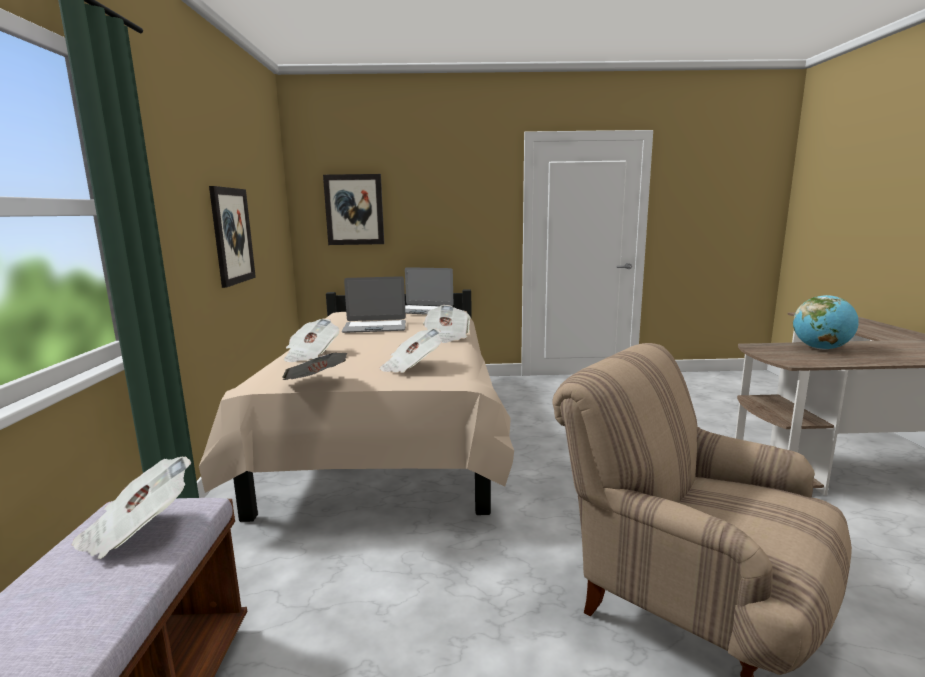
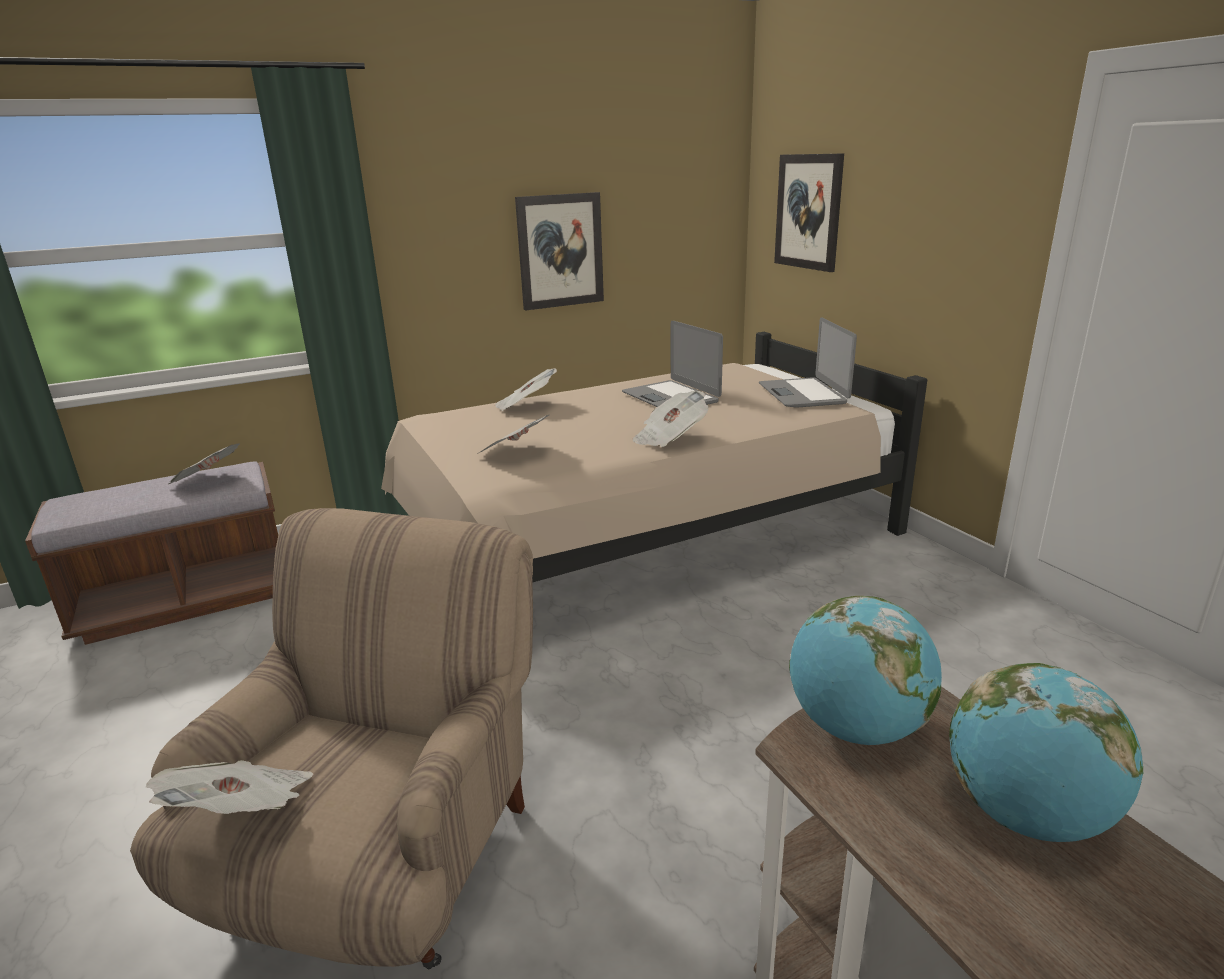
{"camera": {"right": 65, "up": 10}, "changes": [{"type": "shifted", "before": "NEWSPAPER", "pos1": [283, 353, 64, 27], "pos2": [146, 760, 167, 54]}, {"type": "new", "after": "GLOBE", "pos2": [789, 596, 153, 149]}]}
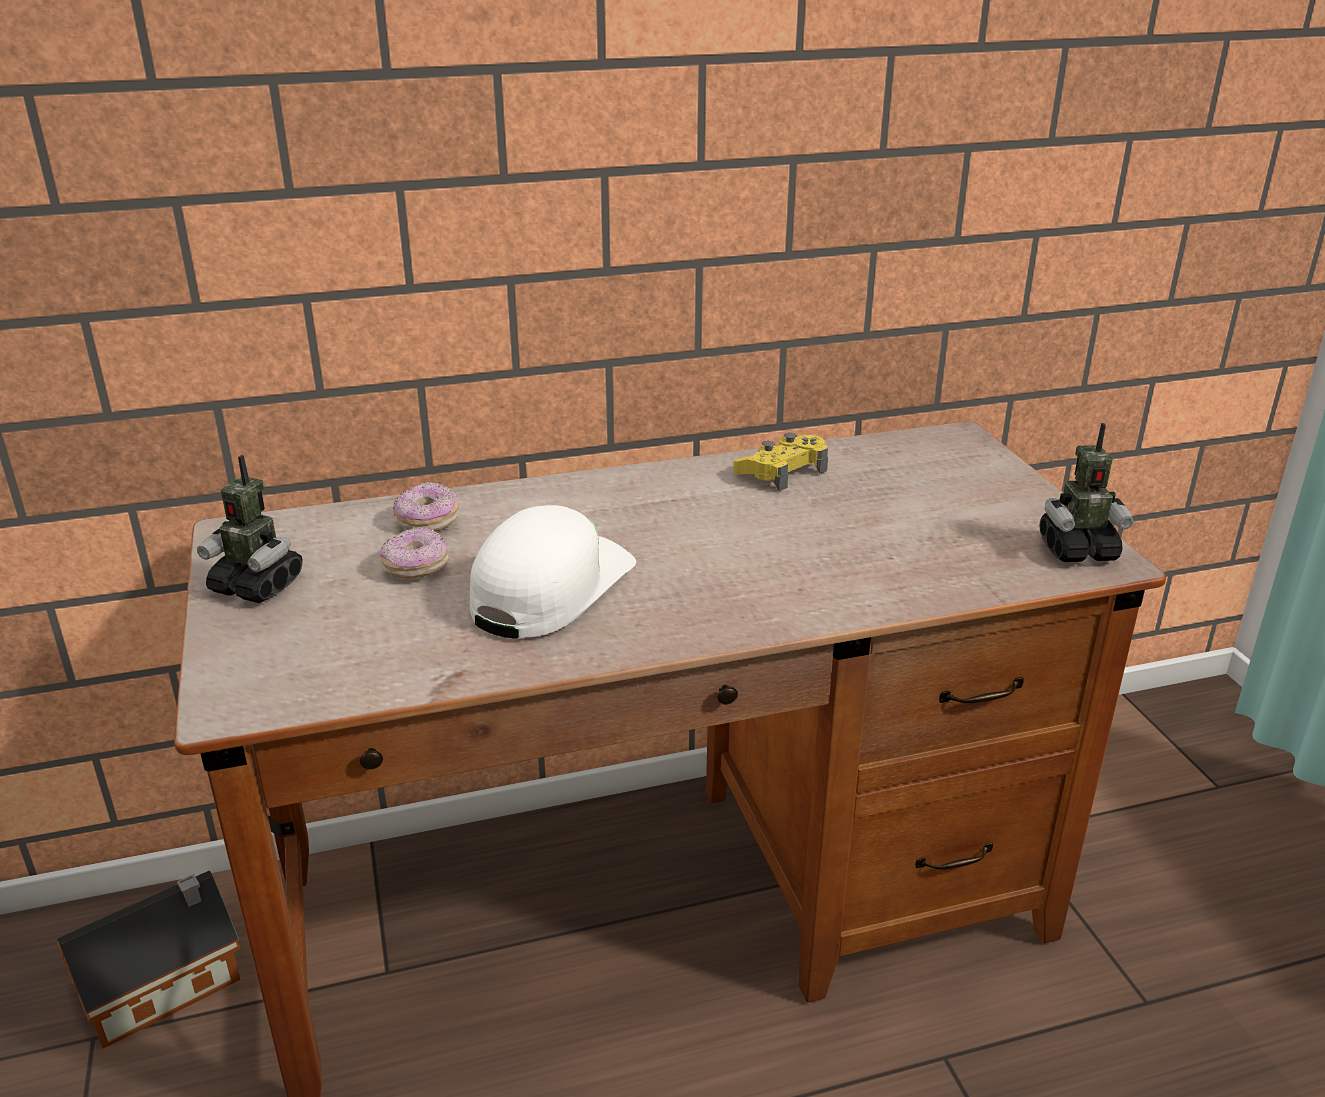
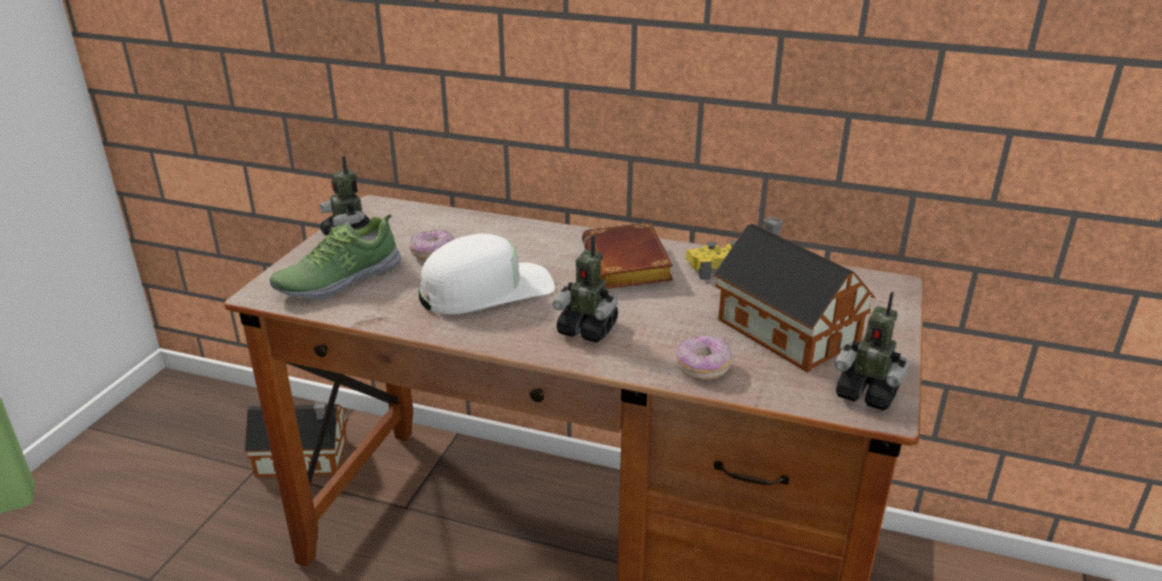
{"camera": {"right": 35, "up": 0}, "changes": [{"type": "shifted", "before": "DONUT", "pos1": [393, 482, 66, 50], "pos2": [676, 335, 56, 45]}, {"type": "new", "after": "SHOE", "pos2": [270, 214, 131, 86]}, {"type": "new", "after": "MODEL ROBOT", "pos2": [553, 235, 65, 107]}, {"type": "new", "after": "BROWNISH BOUND BOOK", "pos2": [582, 222, 91, 67]}, {"type": "new", "after": "MINIATURE HOUSE", "pos2": [714, 216, 161, 157]}]}
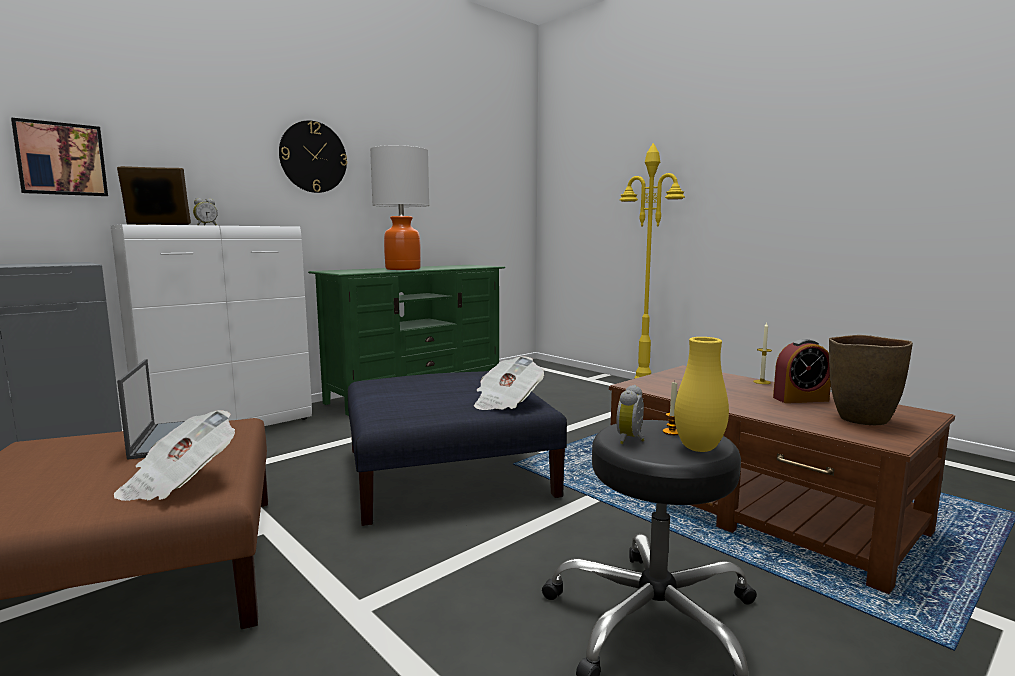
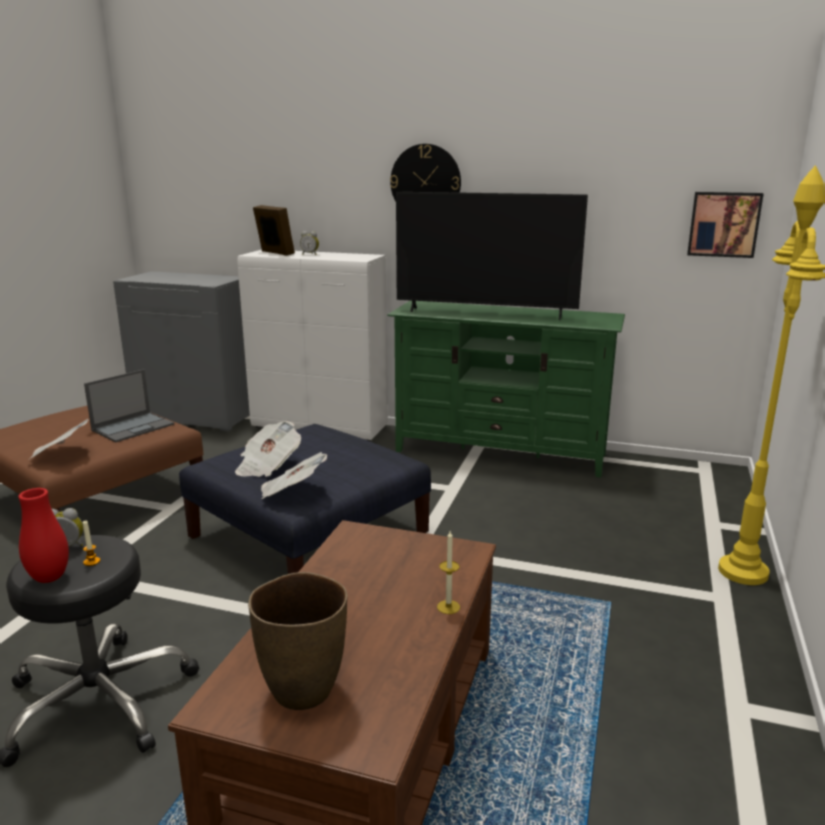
{"camera": {"right": 60, "up": 10}, "changes": [{"type": "shifted", "before": "WALL PICTURE", "pos1": [11, 117, 97, 79], "pos2": [687, 192, 77, 66]}, {"type": "swapped", "before": "LAMP FOR A TABLE", "after": "TELEVISION", "pos1": [370, 145, 59, 125], "pos2": [396, 192, 192, 128]}, {"type": "repainted", "before": "YELLOW DECORATIVE VASE", "after": "REDDISH DECORATIVE VASE", "pos1": [674, 337, 55, 115], "pos2": [18, 488, 51, 95]}, {"type": "gone", "before": "TABLE CLOCK", "pos1": [773, 339, 58, 64]}, {"type": "new", "after": "NEWSPAPER", "pos2": [235, 421, 66, 56]}]}
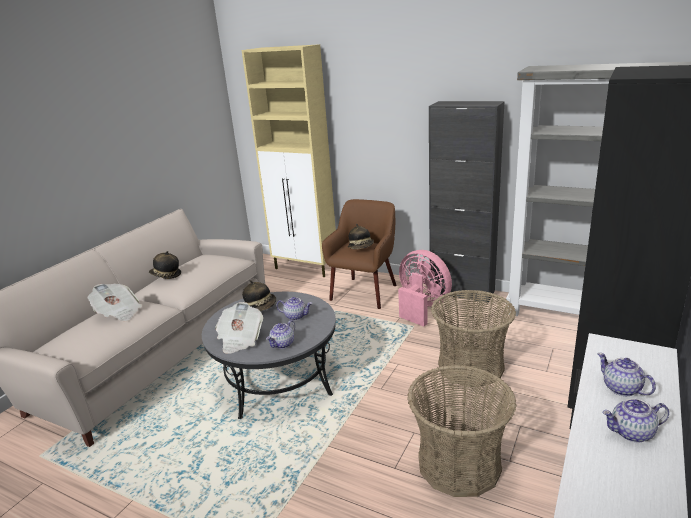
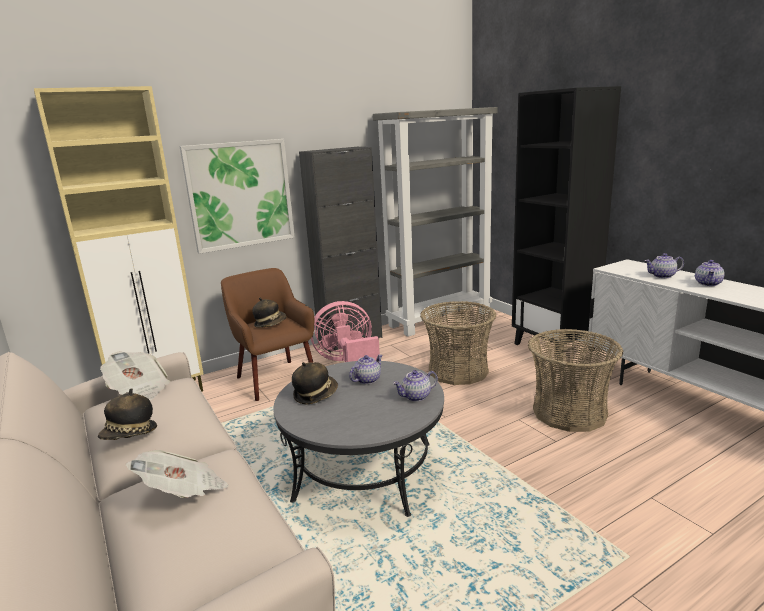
{"camera": {"right": -60, "up": -5}, "changes": [{"type": "shifted", "before": "NEWSPAPER", "pos1": [215, 302, 48, 52], "pos2": [100, 351, 70, 49]}, {"type": "rotated", "before": "TEA POT", "pos1": [266, 320, 29, 29], "pos2": [393, 370, 45, 32], "turn": 90}, {"type": "new", "after": "WALL PICTURE", "pos2": [180, 139, 115, 115]}]}
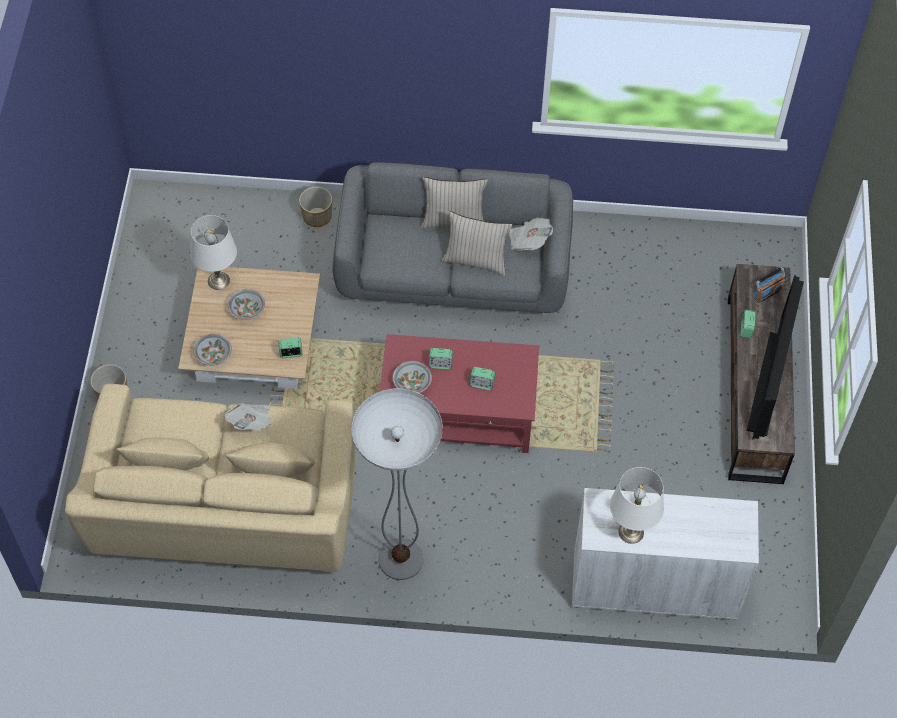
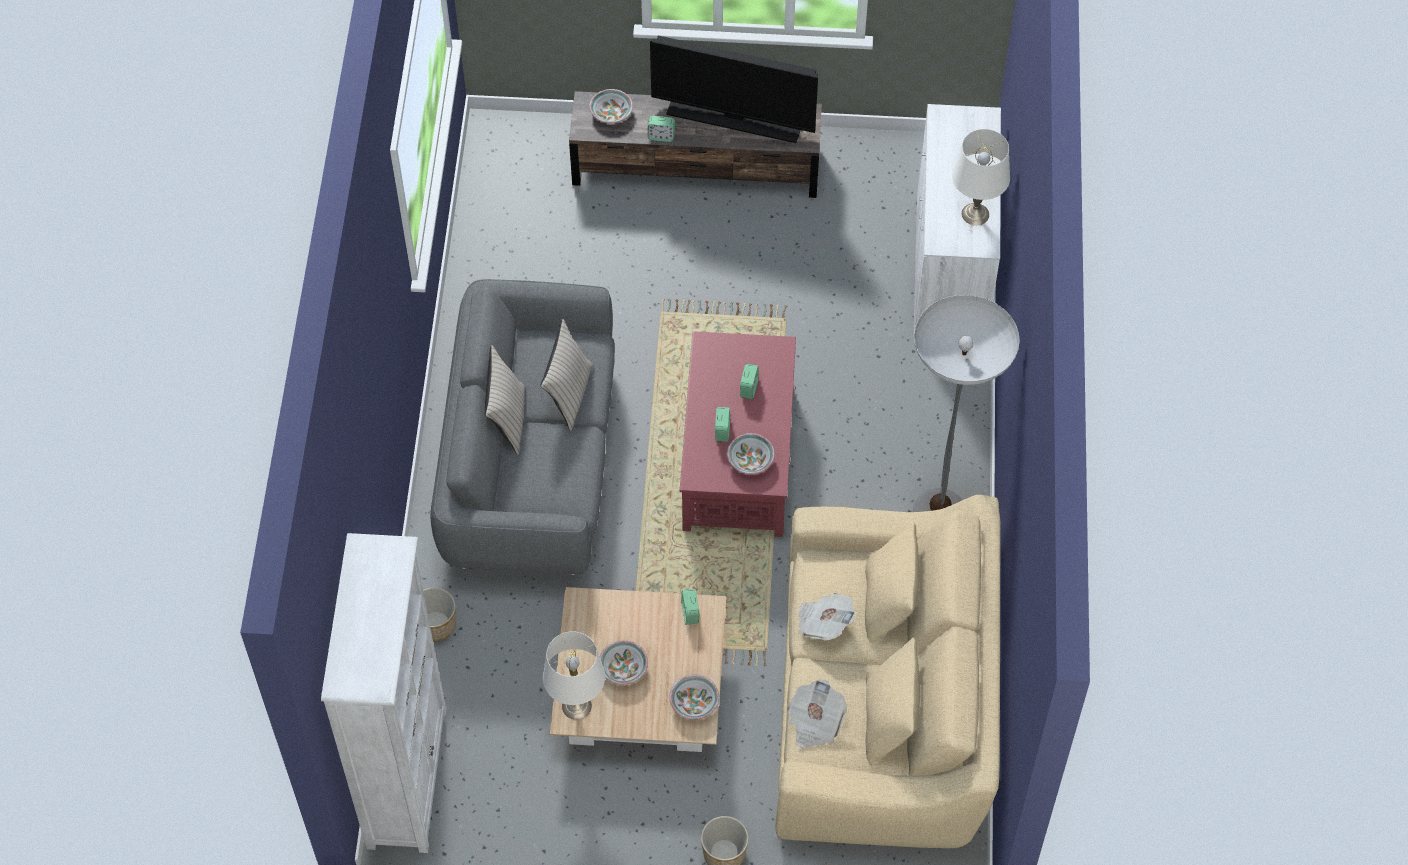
{"camera": {"right": -90, "up": 0}, "changes": [{"type": "shifted", "before": "NEWSPAPER", "pos1": [509, 218, 44, 33], "pos2": [788, 680, 59, 68]}, {"type": "swapped", "before": "RADIO SET", "after": "SERVING BOWL", "pos1": [754, 267, 31, 36], "pos2": [589, 89, 44, 34]}, {"type": "new", "after": "WHITE BOOKCASE", "pos2": [321, 533, 126, 320]}]}
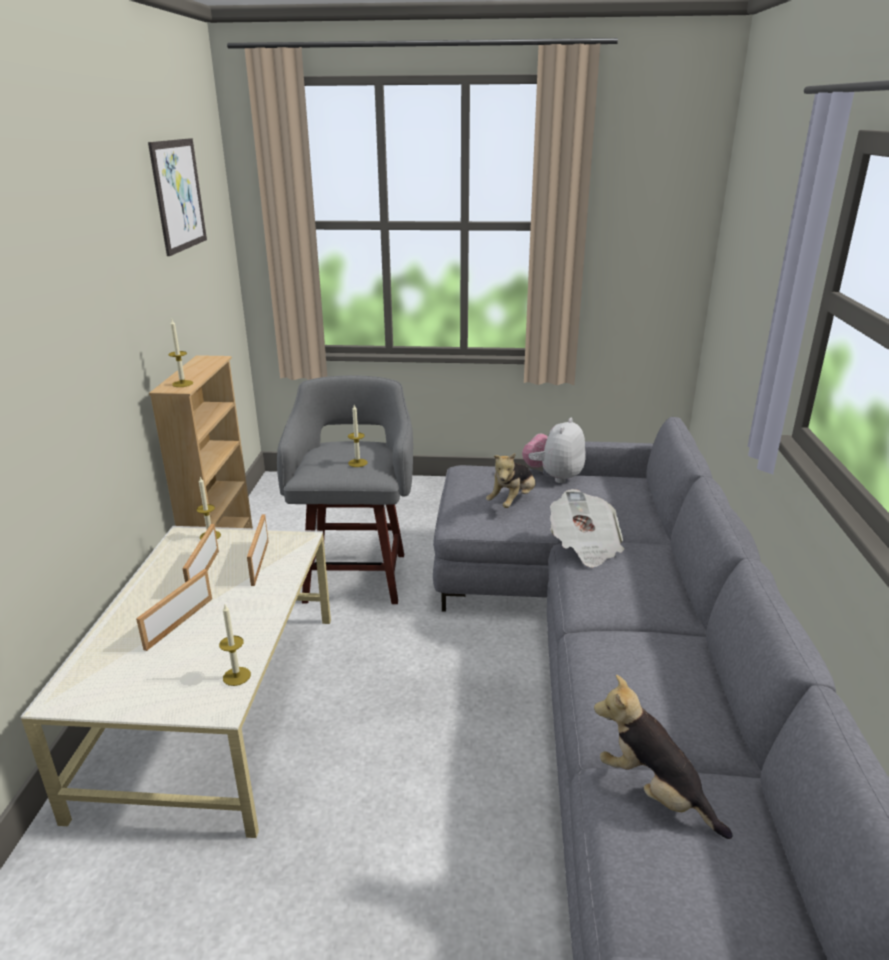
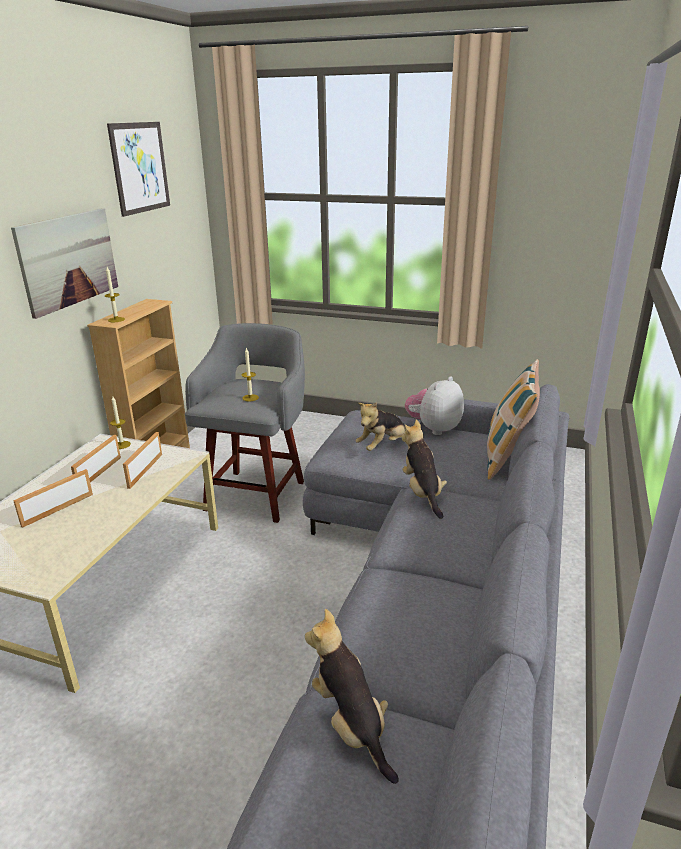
{"camera": {"right": 15, "up": 0}, "changes": [{"type": "gone", "before": "CANDLE", "pos1": [219, 605, 32, 81]}, {"type": "swapped", "before": "NEWSPAPER", "after": "CUDDLY TOY", "pos1": [550, 489, 74, 79], "pos2": [401, 420, 46, 99]}, {"type": "new", "after": "WALL PICTURE", "pos2": [11, 208, 107, 111]}, {"type": "new", "after": "CUSHION", "pos2": [487, 359, 53, 121]}]}
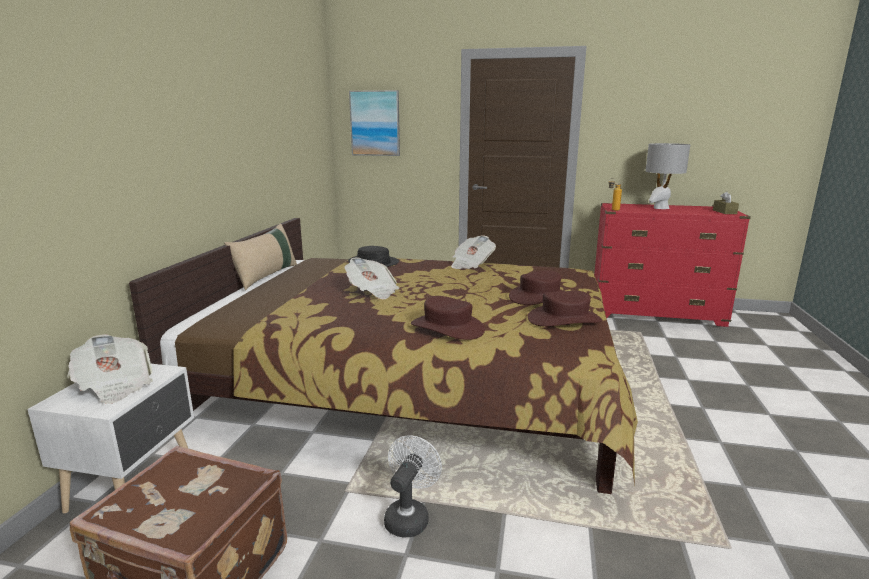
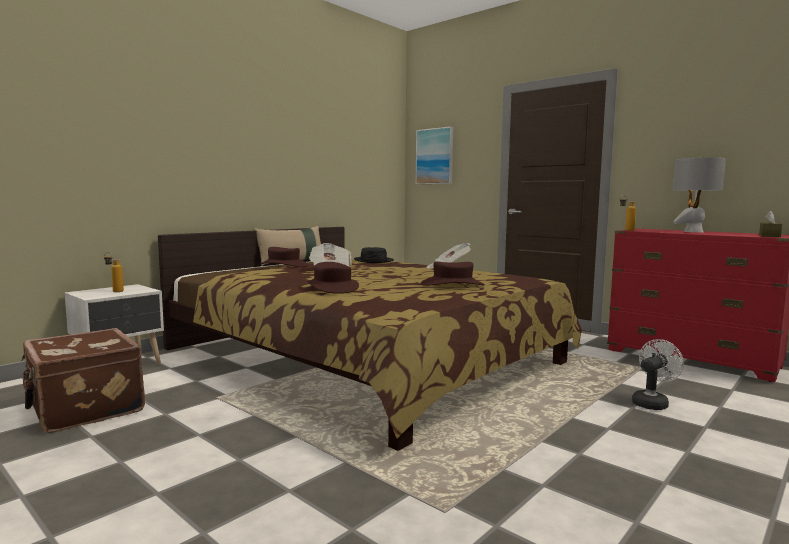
{"camera": {"right": 30, "up": -10}, "changes": [{"type": "swapped", "before": "NEWSPAPER", "after": "BEVERAGE BOTTLE", "pos1": [68, 334, 85, 70], "pos2": [104, 252, 20, 40]}, {"type": "shifted", "before": "WHITE ELECTRIC FAN", "pos1": [384, 435, 58, 102], "pos2": [632, 339, 52, 71]}, {"type": "shifted", "before": "BROWNISH CLOTHING HAT", "pos1": [528, 291, 74, 36], "pos2": [259, 247, 50, 20]}]}
